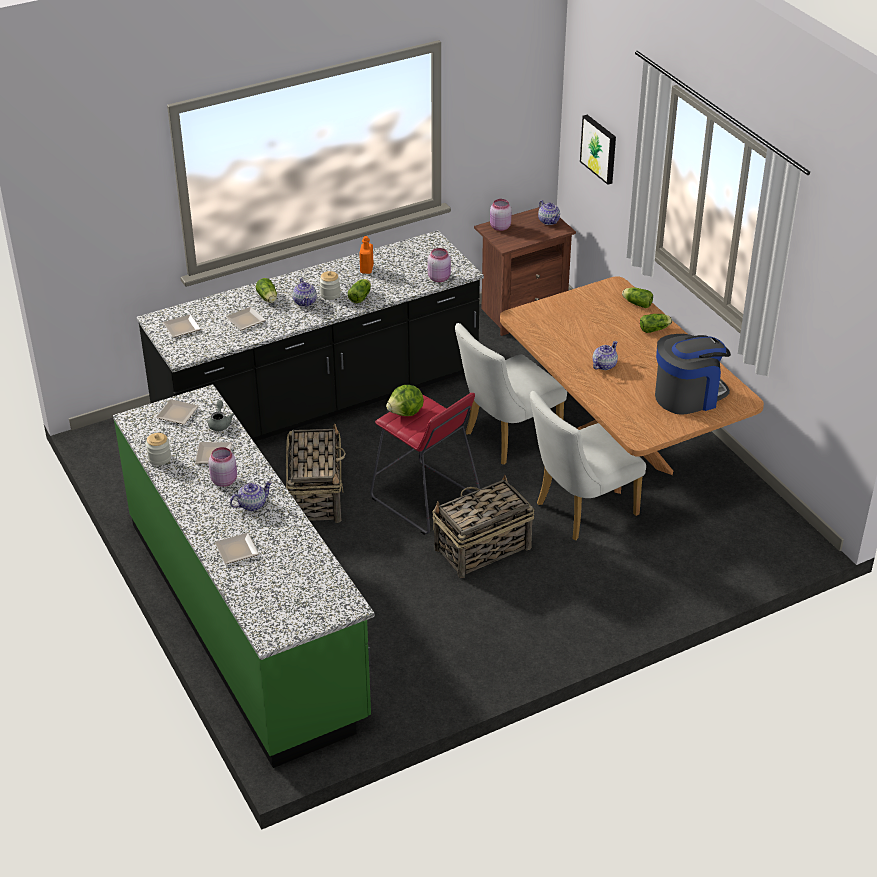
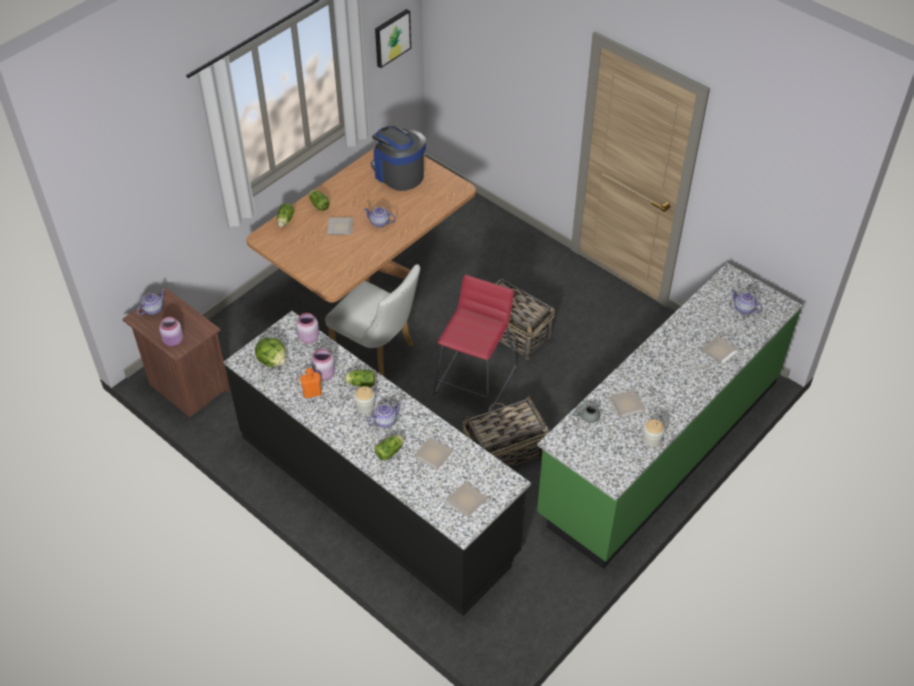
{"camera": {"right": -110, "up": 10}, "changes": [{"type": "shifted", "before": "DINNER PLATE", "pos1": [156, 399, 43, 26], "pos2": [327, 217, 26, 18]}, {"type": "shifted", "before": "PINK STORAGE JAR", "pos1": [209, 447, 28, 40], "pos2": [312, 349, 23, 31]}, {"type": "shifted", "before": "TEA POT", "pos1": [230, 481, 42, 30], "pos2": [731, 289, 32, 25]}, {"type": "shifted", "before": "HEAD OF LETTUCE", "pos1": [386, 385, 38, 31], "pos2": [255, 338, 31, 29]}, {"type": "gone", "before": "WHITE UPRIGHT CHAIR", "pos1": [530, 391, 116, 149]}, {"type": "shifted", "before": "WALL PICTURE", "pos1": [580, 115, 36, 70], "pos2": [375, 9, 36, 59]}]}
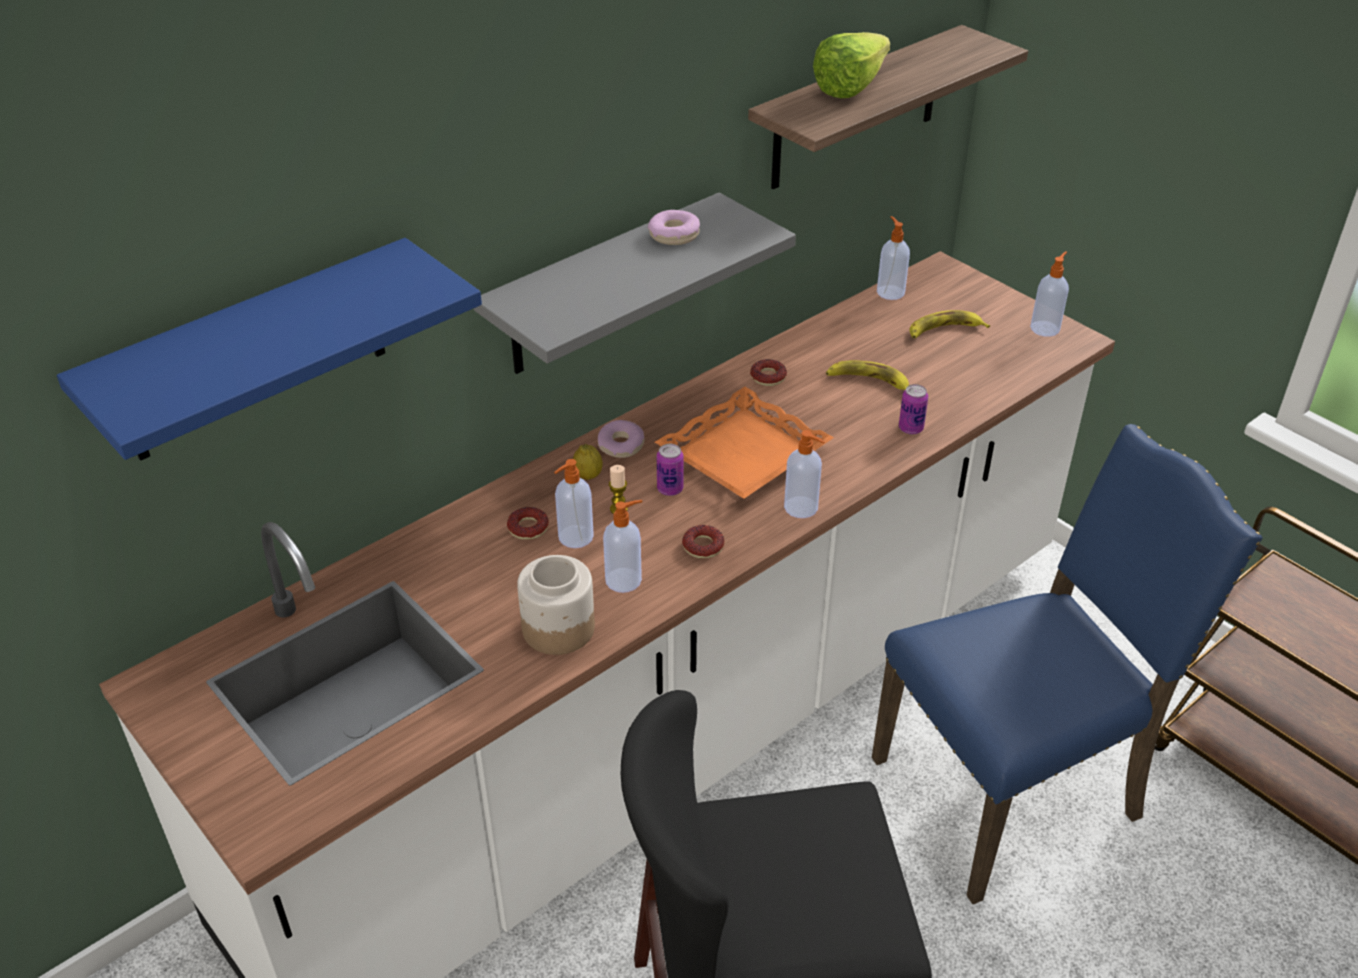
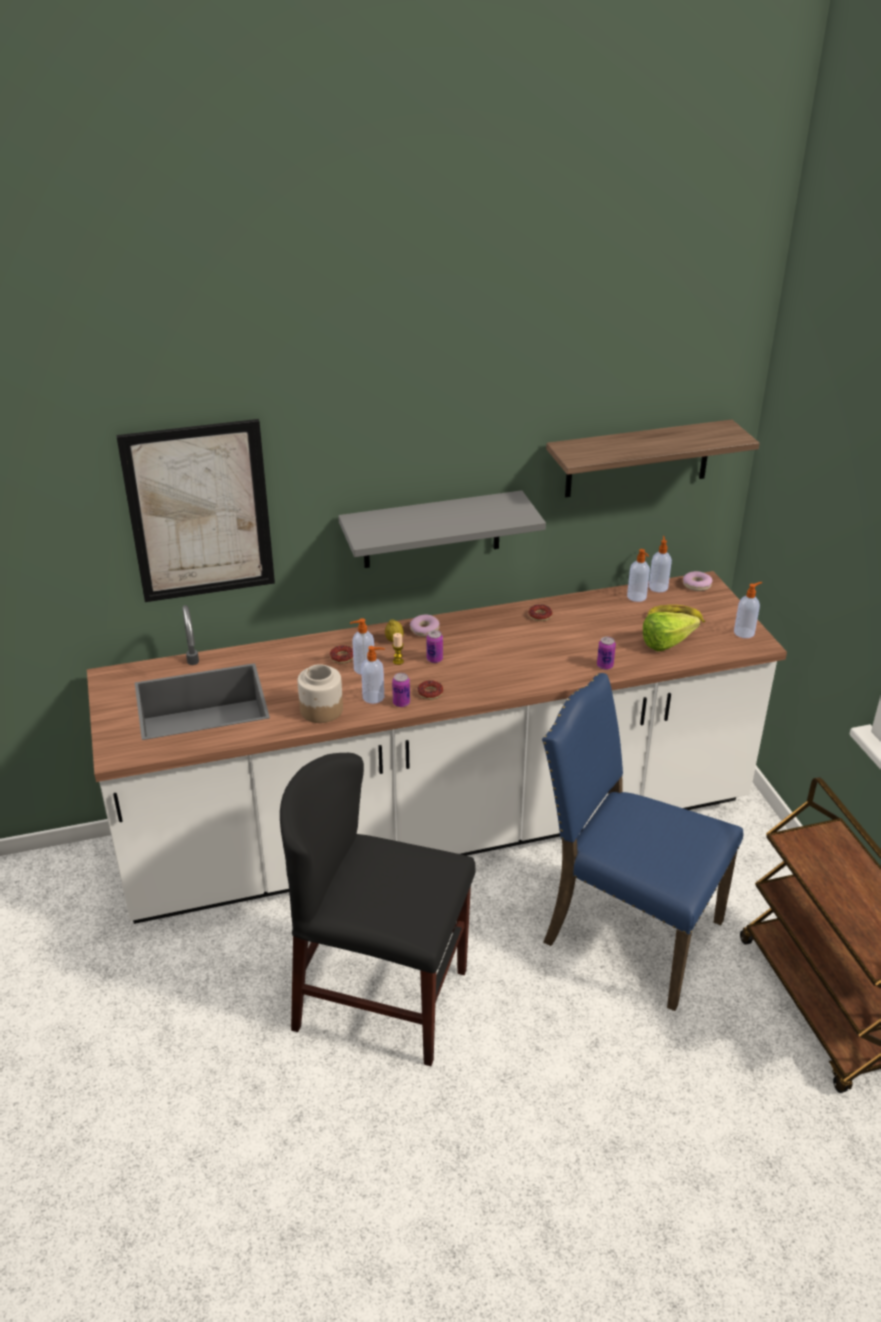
{"camera": {"right": 25, "up": -5}, "changes": [{"type": "swapped", "before": "BLUISH BRACKET SHELF", "after": "WALL PICTURE", "pos1": [57, 238, 425, 223], "pos2": [116, 419, 159, 183]}, {"type": "shifted", "before": "DONUT", "pos1": [648, 210, 52, 35], "pos2": [683, 571, 30, 20]}, {"type": "gone", "before": "ORANGE-COLOURED CARRYING TRAY", "pos1": [655, 387, 179, 112]}, {"type": "shifted", "before": "LIQUID SOAP BOTTLE", "pos1": [784, 430, 40, 88], "pos2": [627, 549, 23, 53]}, {"type": "shifted", "before": "HEAD OF LETTUCE", "pos1": [813, 32, 77, 66], "pos2": [643, 612, 57, 39]}, {"type": "gone", "before": "WHOLE BANANA", "pos1": [826, 360, 83, 30]}, {"type": "rotated", "before": "BLUISH UPRIGHT CHAIR", "pos1": [872, 424, 391, 480], "pos2": [542, 673, 201, 338], "turn": -150}, {"type": "new", "after": "CAN", "pos2": [392, 673, 18, 34]}]}
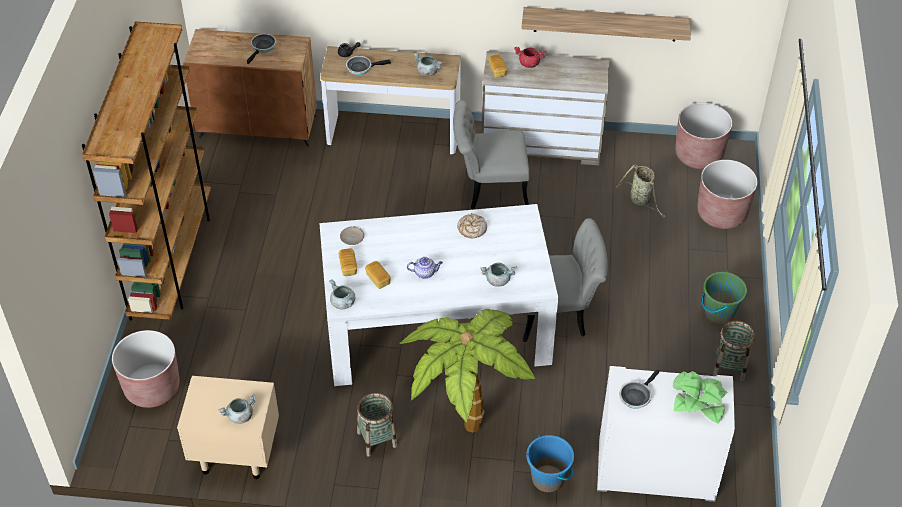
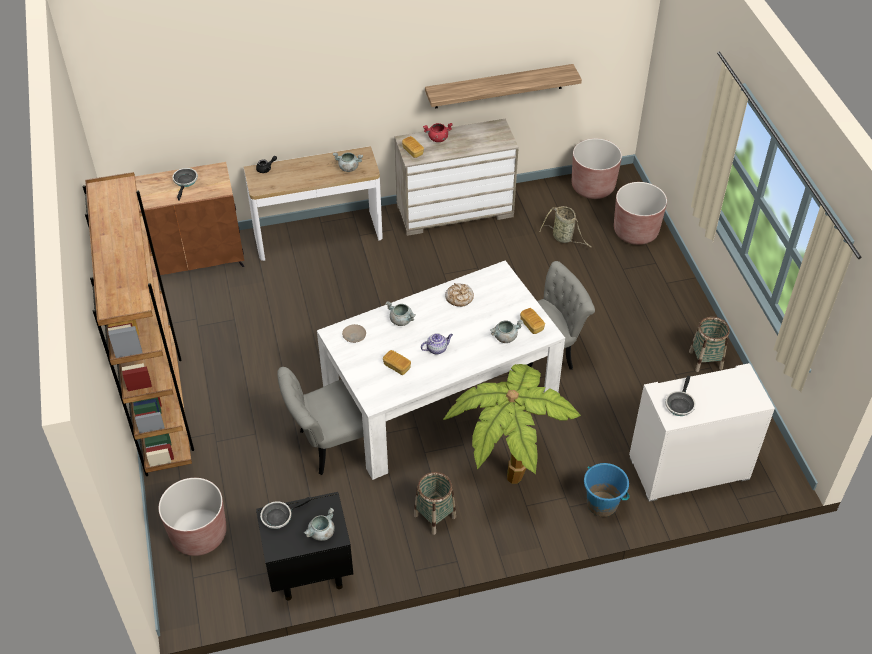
{"camera": {"right": -20, "up": 0}, "changes": [{"type": "repainted", "before": "BEIGE-COLOURED BEDSIDE TABLE", "after": "BLACK BEDSIDE TABLE", "pos1": [177, 376, 102, 103], "pos2": [256, 492, 97, 109]}, {"type": "shifted", "before": "GRAY STOCKPOT", "pos1": [329, 279, 26, 31], "pos2": [385, 301, 31, 25]}, {"type": "shifted", "before": "BAKERY BREAD", "pos1": [339, 249, 18, 27], "pos2": [520, 308, 25, 26]}, {"type": "shifted", "before": "FRYING PAN", "pos1": [346, 56, 45, 19], "pos2": [260, 497, 51, 32]}, {"type": "shifted", "before": "GRAY UPRIGHT CHAIR", "pos1": [453, 100, 76, 109], "pos2": [277, 367, 87, 108]}, {"type": "gone", "before": "POTTED PLANT", "pos1": [673, 371, 54, 53]}, {"type": "gone", "before": "GREEN BUCKET", "pos1": [701, 271, 46, 53]}]}
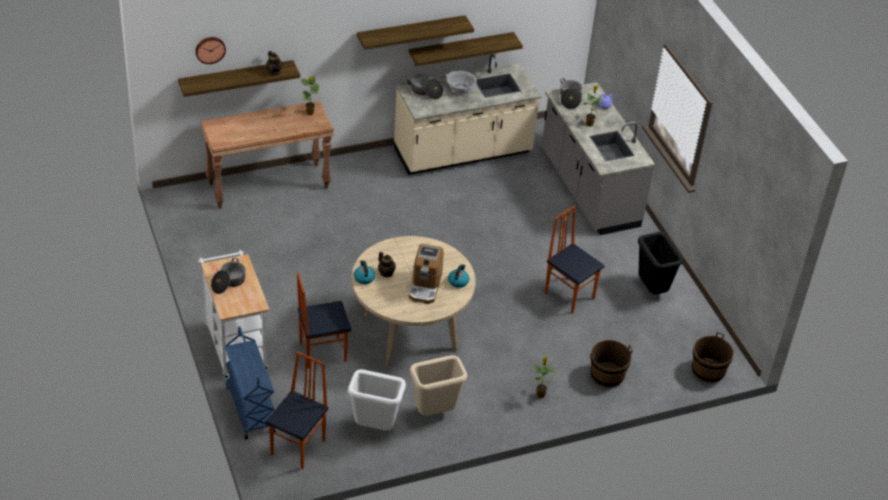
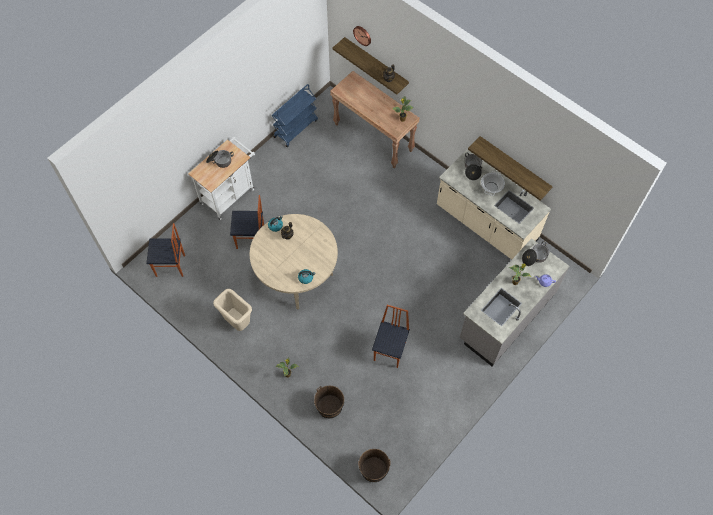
{"camera": {"right": 65, "up": 20}, "changes": [{"type": "shifted", "before": "BLUISH WHEELED CART", "pos1": [225, 326, 51, 113], "pos2": [272, 84, 46, 63]}, {"type": "rotated", "before": "UPRIGHT CHAIR", "pos1": [297, 272, 54, 97], "pos2": [230, 195, 34, 54], "turn": 135}, {"type": "gone", "before": "WHITE TRASH CAN", "pos1": [348, 369, 58, 62]}, {"type": "gone", "before": "BRACKET SHELF", "pos1": [357, 15, 117, 35]}, {"type": "gone", "before": "COFFEE MAKER", "pos1": [409, 244, 35, 60]}, {"type": "gone", "before": "BLACK TRASH CAN", "pos1": [638, 232, 45, 62]}]}
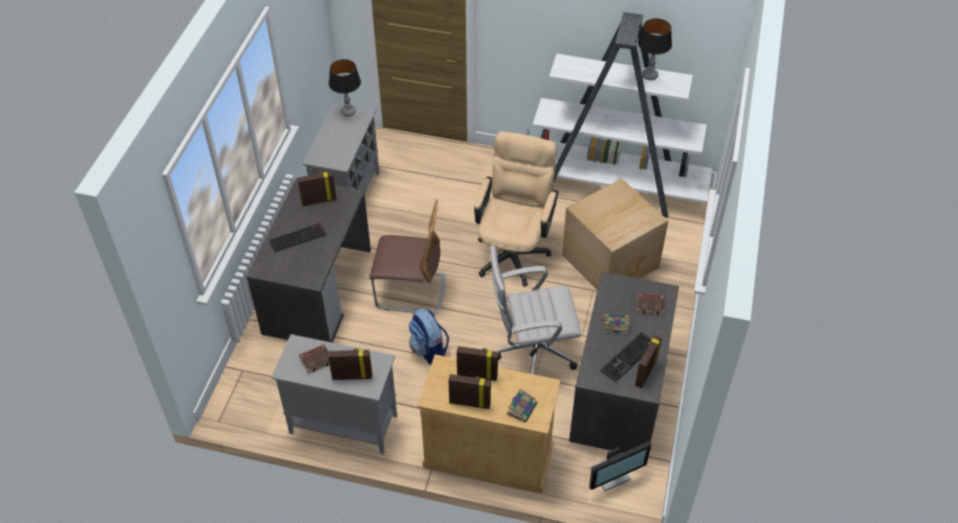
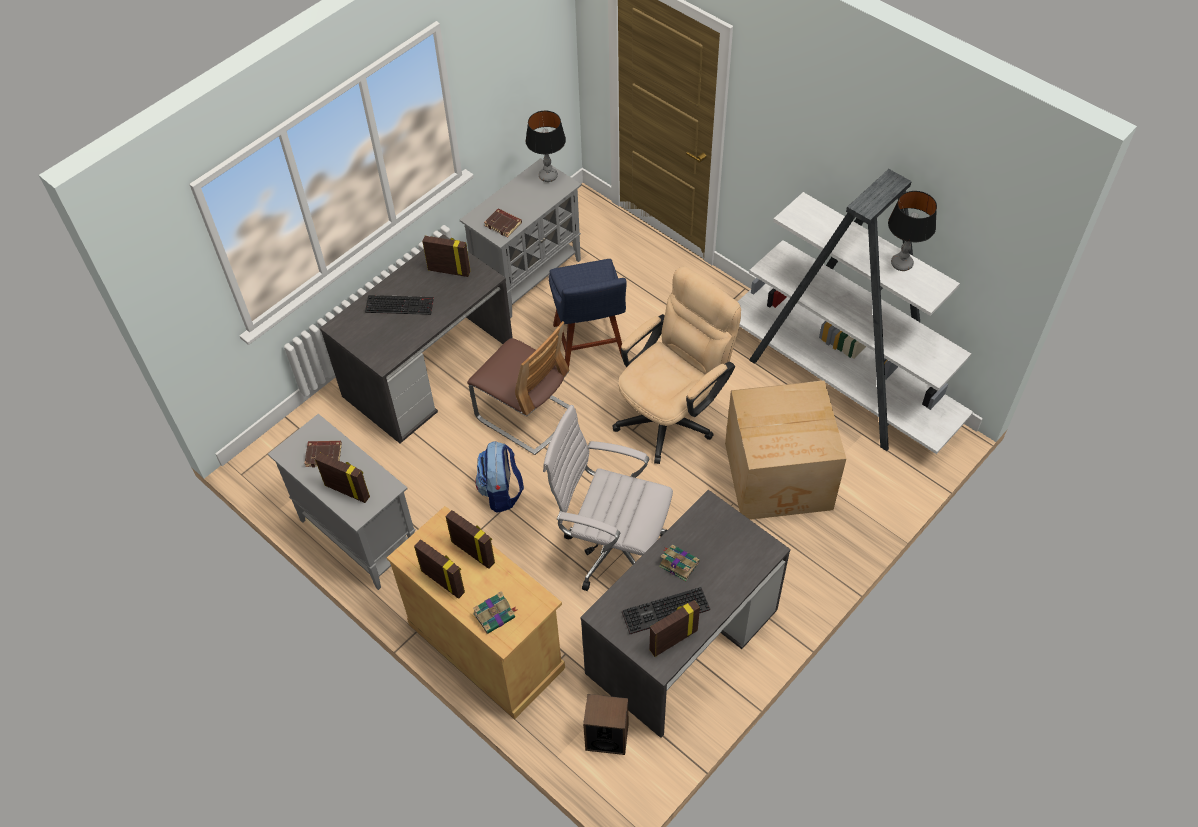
{"camera": {"right": 30, "up": 5}, "changes": [{"type": "swapped", "before": "COMPUTER DISPLAY", "after": "LOUDSPEAKER", "pos1": [589, 442, 62, 49], "pos2": [583, 694, 45, 61]}, {"type": "shifted", "before": "BROWNISH BOUND BOOK", "pos1": [637, 293, 28, 22], "pos2": [484, 208, 38, 29]}, {"type": "new", "after": "BLUISH UPRIGHT CHAIR", "pos2": [549, 259, 78, 108]}]}
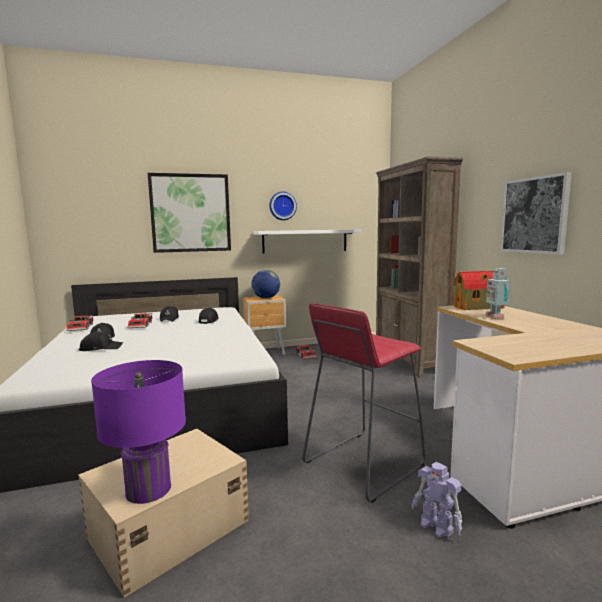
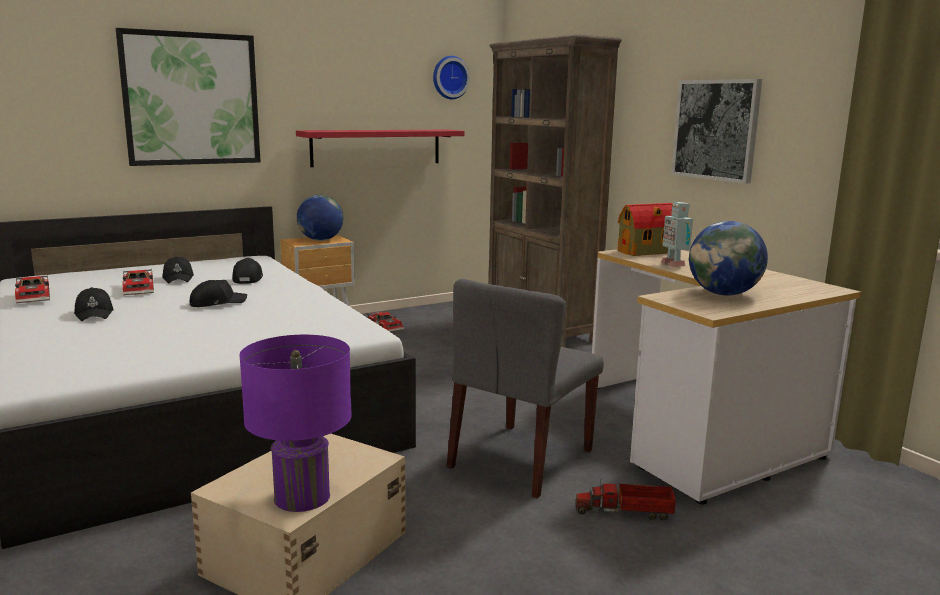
{"camera": {"right": -15, "up": 5}, "changes": [{"type": "shifted", "before": "BLACK CAP", "pos1": [79, 332, 44, 19], "pos2": [190, 280, 57, 27]}, {"type": "repainted", "before": "WHITE BRACKET SHELF", "after": "REDDISH BRACKET SHELF", "pos1": [254, 229, 108, 24], "pos2": [296, 130, 169, 37]}, {"type": "shifted", "before": "HANGING CLOCK", "pos1": [269, 192, 28, 28], "pos2": [433, 56, 37, 43]}, {"type": "swapped", "before": "REDDISH SITTING STOOL", "after": "GRAY UPRIGHT CHAIR", "pos1": [302, 303, 123, 200], "pos2": [447, 279, 157, 220]}, {"type": "swapped", "before": "MODEL ROBOT", "after": "TOY LORRY", "pos1": [411, 462, 51, 76], "pos2": [575, 479, 101, 41]}, {"type": "new", "after": "GLOBE", "pos2": [689, 221, 79, 74]}]}
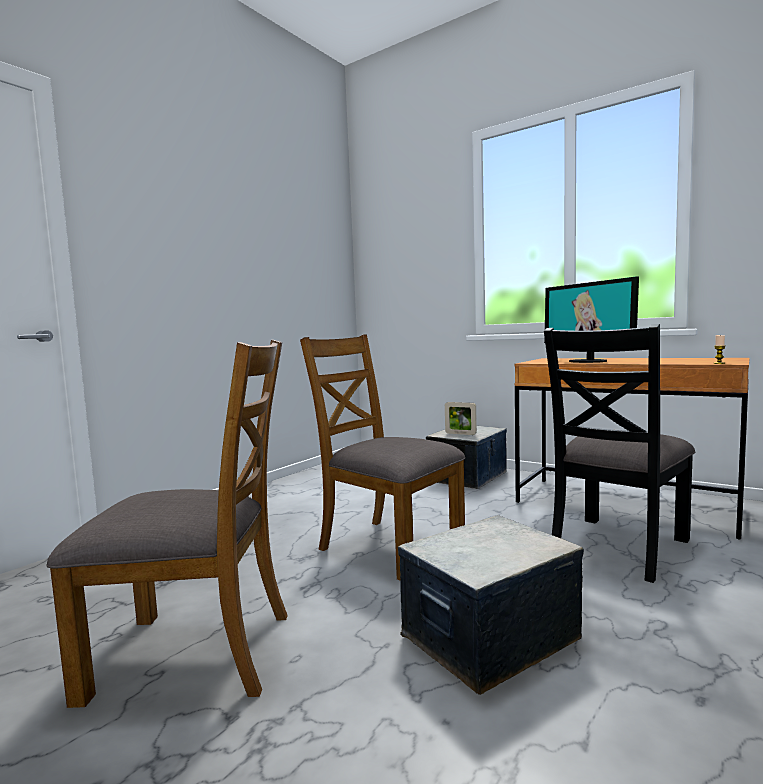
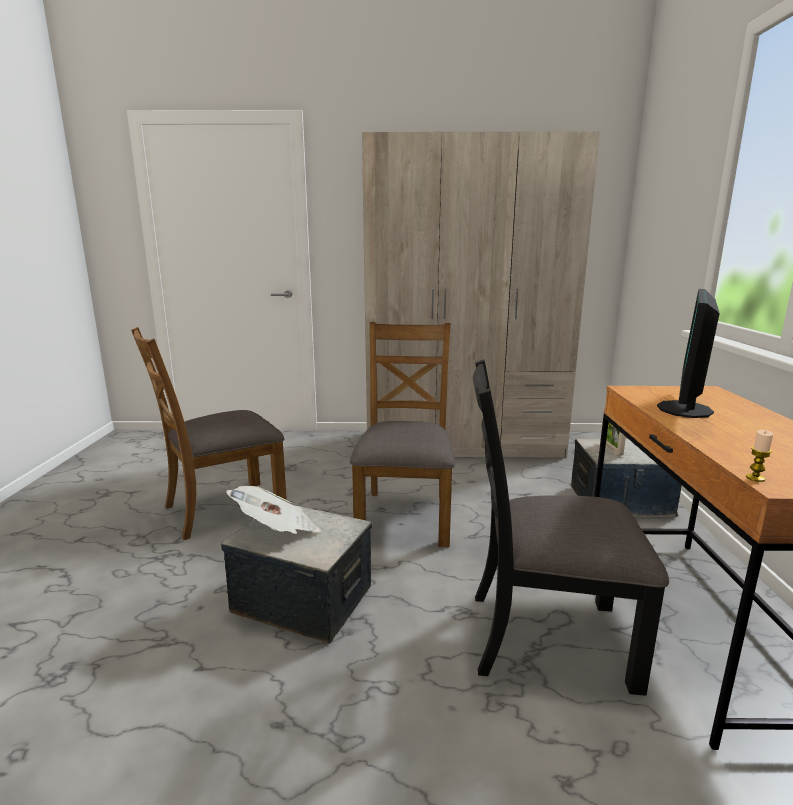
{"camera": {"right": 55, "up": 10}, "changes": [{"type": "rotated", "before": "BROWNISH UPRIGHT CHAIR", "pos1": [47, 340, 241, 368], "pos2": [131, 327, 156, 213], "turn": 90}, {"type": "new", "after": "NEWSPAPER", "pos2": [226, 486, 95, 48]}, {"type": "new", "after": "BEIGE-COLOURED WARDROBE", "pos2": [362, 131, 238, 327]}]}
